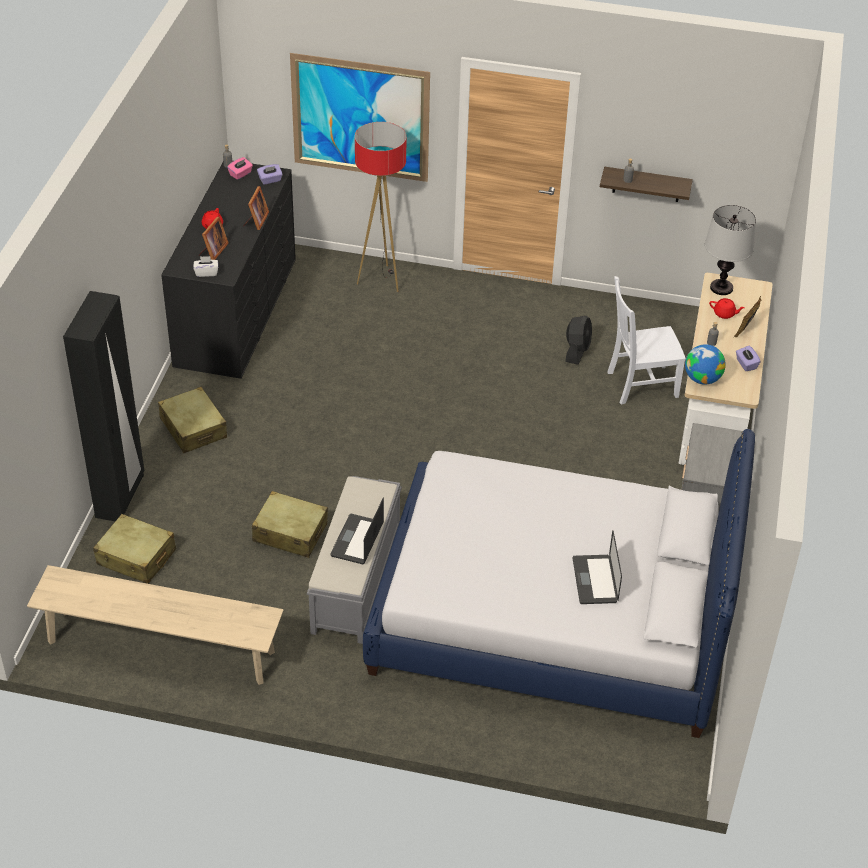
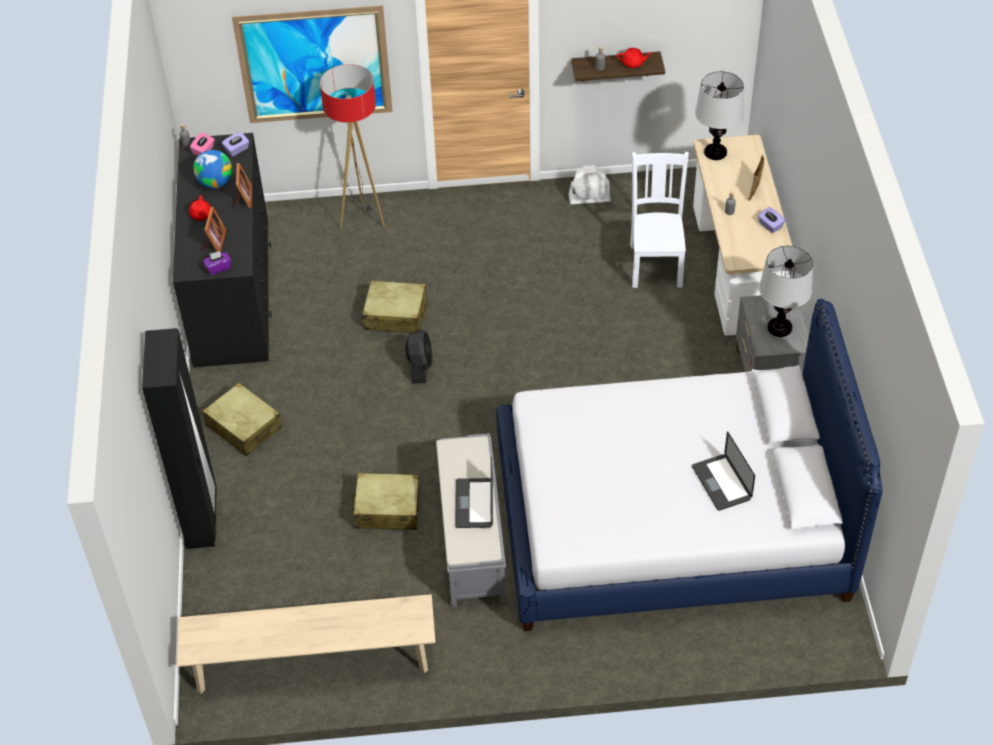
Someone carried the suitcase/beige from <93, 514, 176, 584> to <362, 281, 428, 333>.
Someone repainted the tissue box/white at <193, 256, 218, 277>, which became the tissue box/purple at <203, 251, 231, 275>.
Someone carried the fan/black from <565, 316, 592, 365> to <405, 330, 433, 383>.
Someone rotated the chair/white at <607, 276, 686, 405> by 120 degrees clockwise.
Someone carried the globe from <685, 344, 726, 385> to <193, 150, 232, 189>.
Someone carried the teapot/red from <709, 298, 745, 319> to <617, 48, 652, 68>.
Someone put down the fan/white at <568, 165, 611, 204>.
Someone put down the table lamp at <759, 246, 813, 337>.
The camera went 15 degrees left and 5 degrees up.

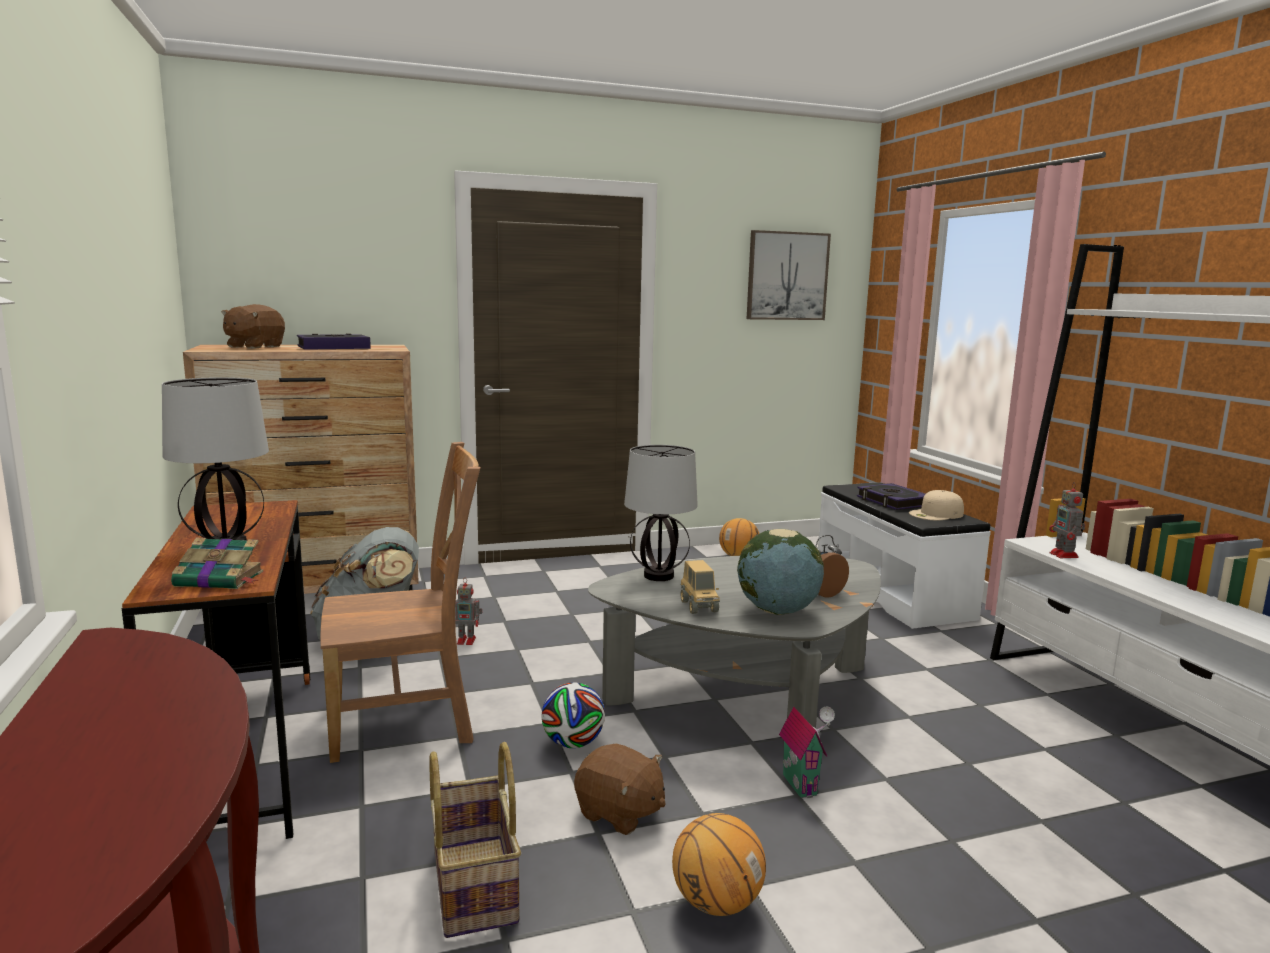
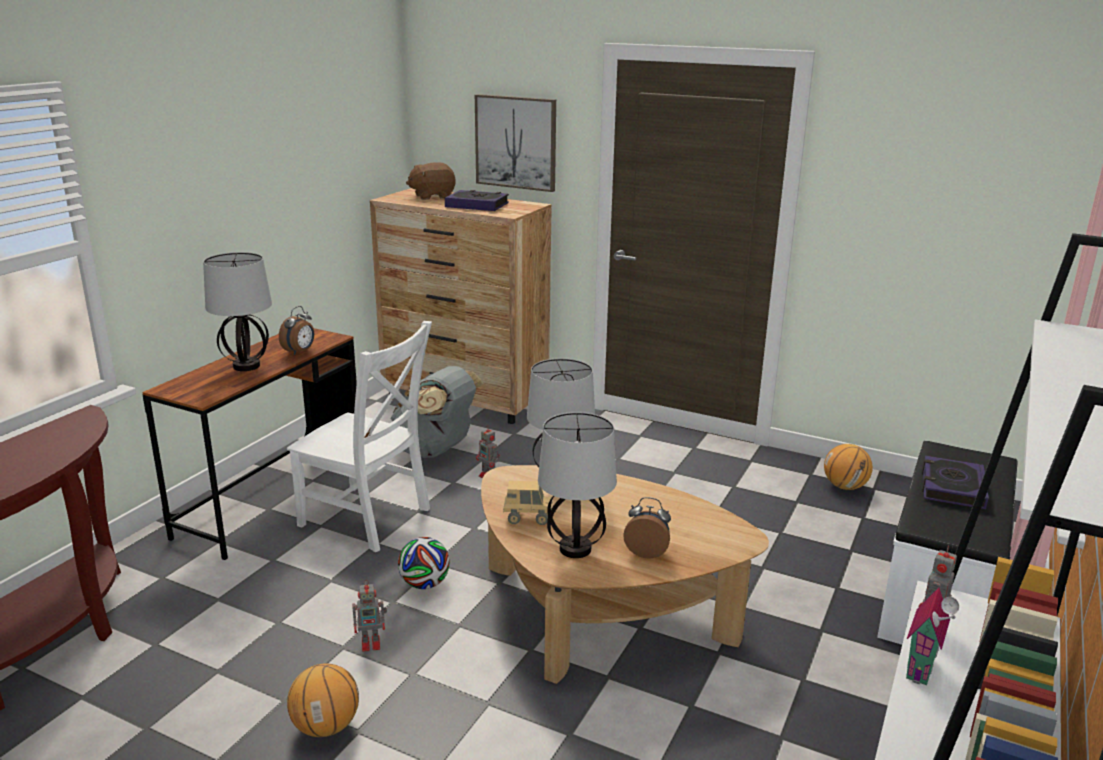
Someone took away the book at <171, 538, 263, 589>.
Someone repainted the chair/brown at <321, 442, 481, 763>, which became the chair/white at <287, 321, 432, 552>.
Someone took away the basket at <429, 742, 521, 938>.
Someone swapped the plush toy/brown at <574, 744, 666, 835> for the toy robot at <352, 580, 387, 652>.
Someone repainted the coffee table/grey at <588, 556, 881, 728>, which became the coffee table/brown at <481, 465, 769, 684>.
Someone rotated the toy truck at <680, 560, 720, 614> by 120 degrees counterclockwise.
Someone swapped the globe at <737, 528, 824, 615> for the table lamp at <538, 412, 617, 558>.
Someone carried the picture from <747, 230, 831, 320> to <475, 94, 556, 192>.
Someone carried the toy house from <779, 707, 835, 798> to <906, 588, 959, 685>.
Someone took away the cap/beige at <909, 490, 964, 520>.
Someone put down the alarm clock at <279, 306, 314, 355>.
The camera went 45 degrees right and 10 degrees up.

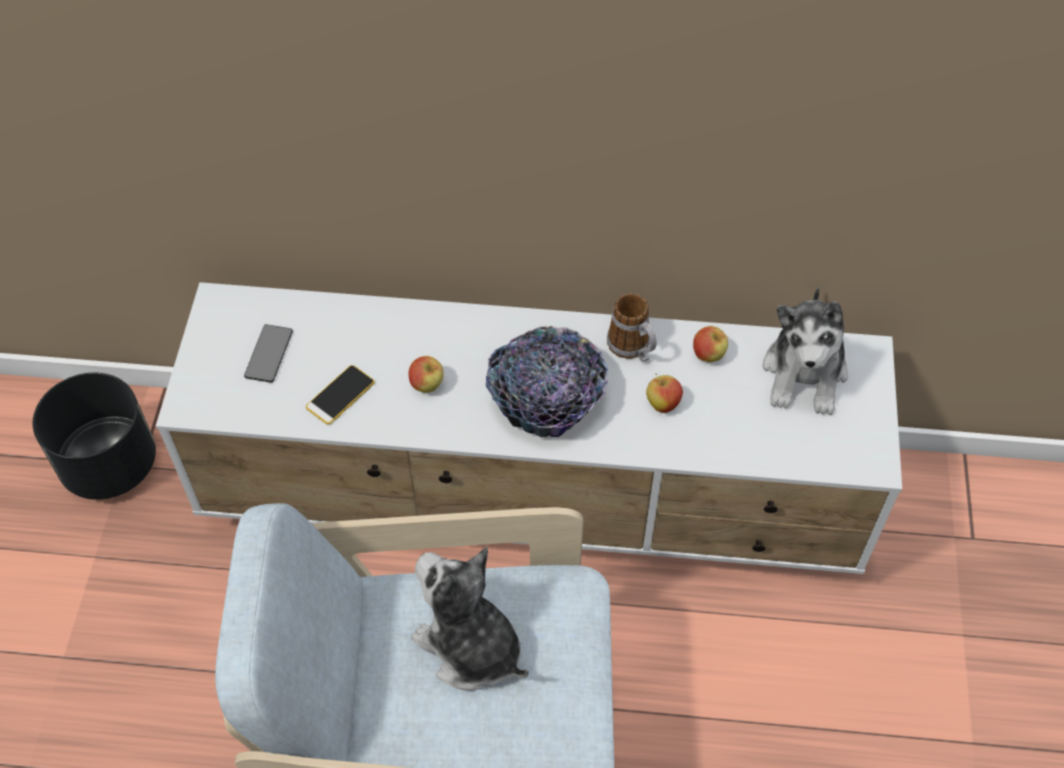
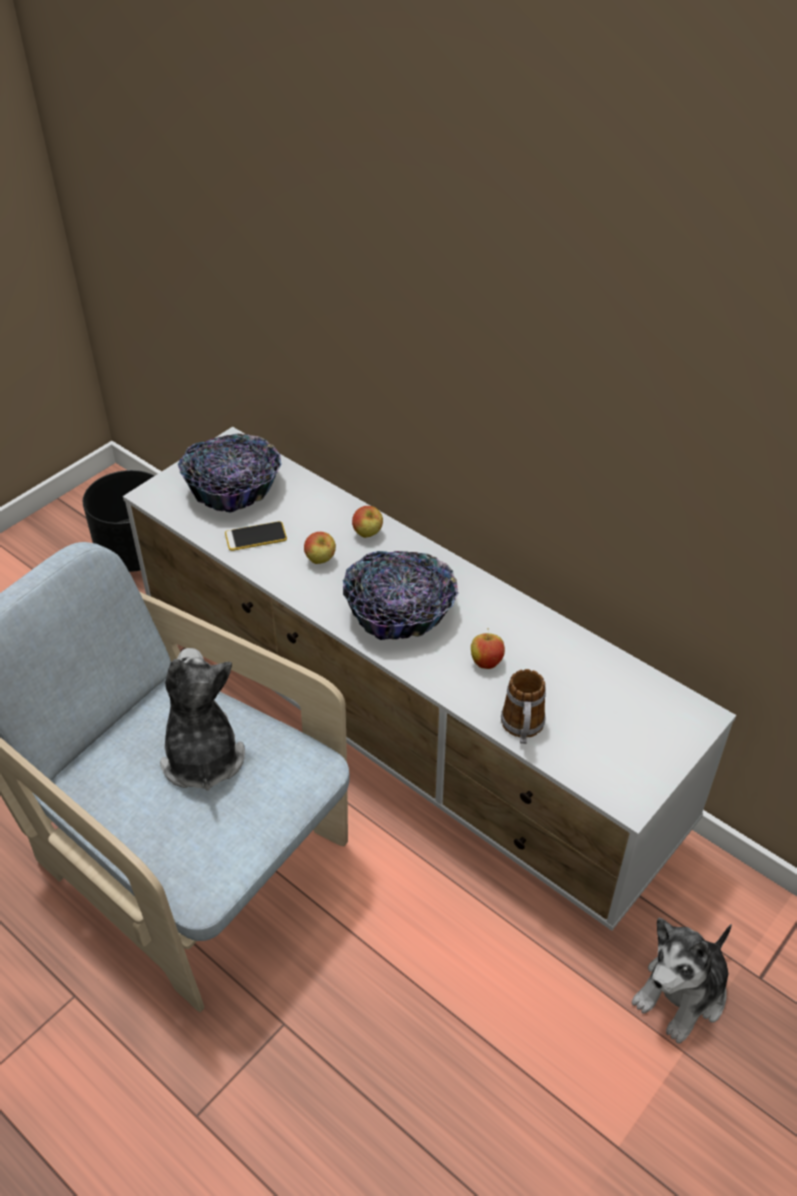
Someone swapped the phone at <244, 324, 293, 383> for the bowl at <178, 434, 282, 513>.
Someone carried the mug from <607, 293, 657, 362> to <501, 669, 546, 744>.
Someone carried the apple from <693, 326, 729, 362> to <352, 506, 383, 538>.
Someone carried the plush toy from <763, 286, 848, 416> to <632, 918, 732, 1044>.
The camera went 35 degrees right and 10 degrees down.

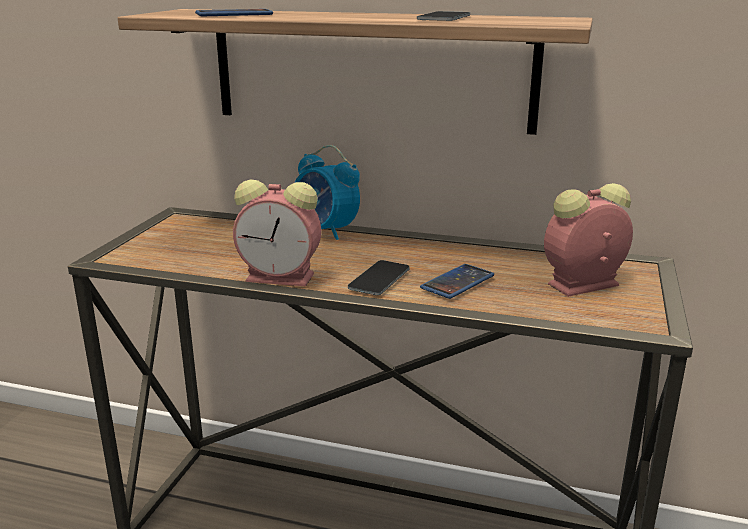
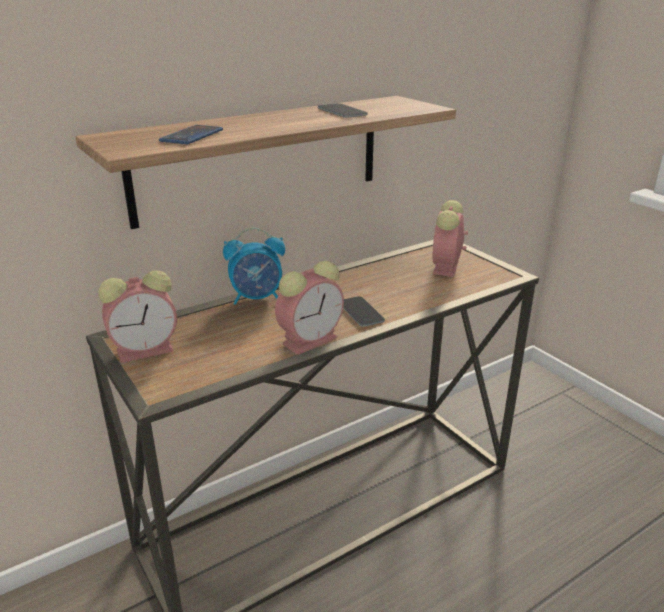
Someone took away the phone at <420, 264, 494, 299>.
Someone put down the alarm clock at <98, 270, 177, 363>.
The camera went 50 degrees left and 5 degrees up.

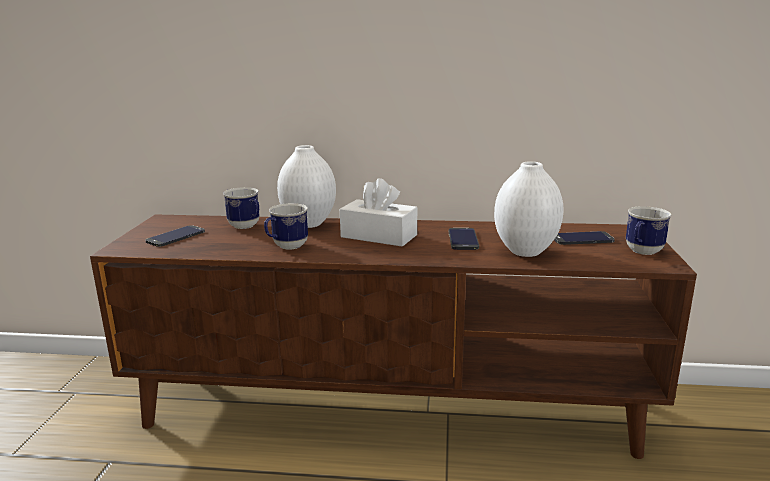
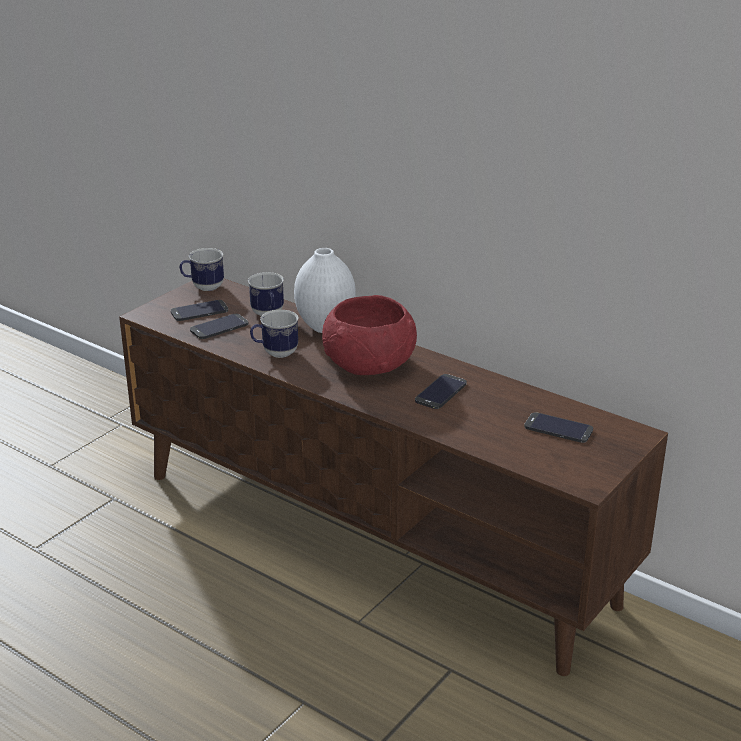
Someone swapped the tissue box/white at <340, 178, 417, 247> for the bowl/red at <322, 295, 417, 375>.
Someone took away the vase/white at <494, 161, 564, 257>.
Someone carried the mug from <626, 206, 672, 255> to <180, 248, 224, 291>.
Someone put down the phone at <190, 314, 248, 339>.
The camera went 30 degrees right and 10 degrees up.

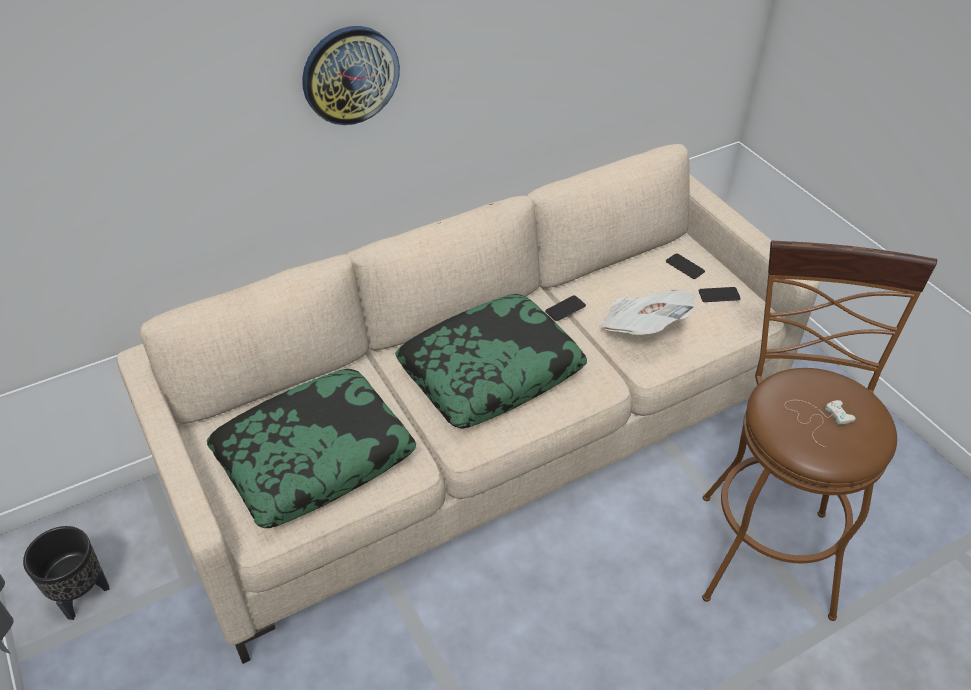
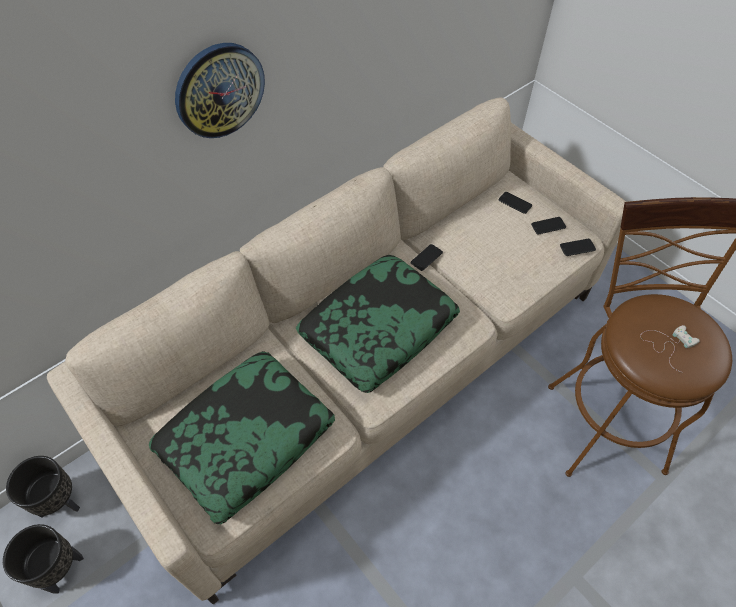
Someone took away the newspaper at <599, 290, 697, 335>.
Someone put down the planter/black at <6, 456, 80, 518>.
Someone put down the phone at <560, 239, 596, 256>.
The camera went 10 degrees left and 10 degrees up.

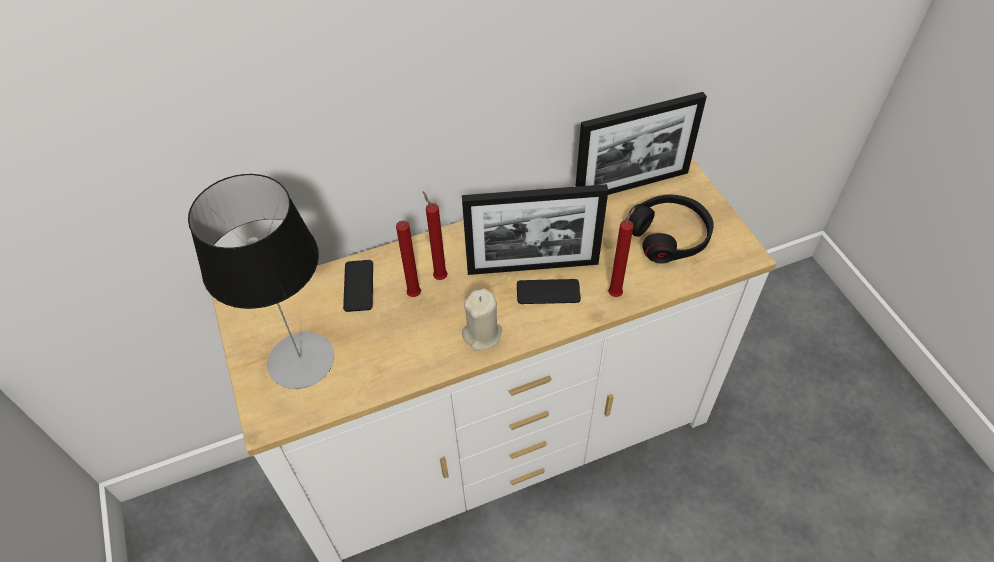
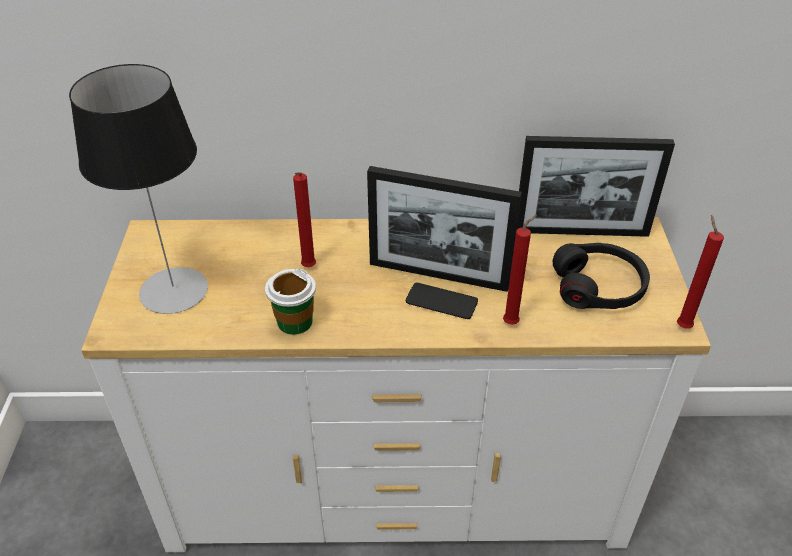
Someone took away the phone at <343, 260, 373, 312>.
Someone carried the candle/red from <423, 191, 448, 280> to <677, 215, 724, 329>.
Someone took away the candle/beige at <462, 289, 502, 351>.
Someone put down the cup at <265, 268, 316, 335>.
The camera went 20 degrees right and 10 degrees down.

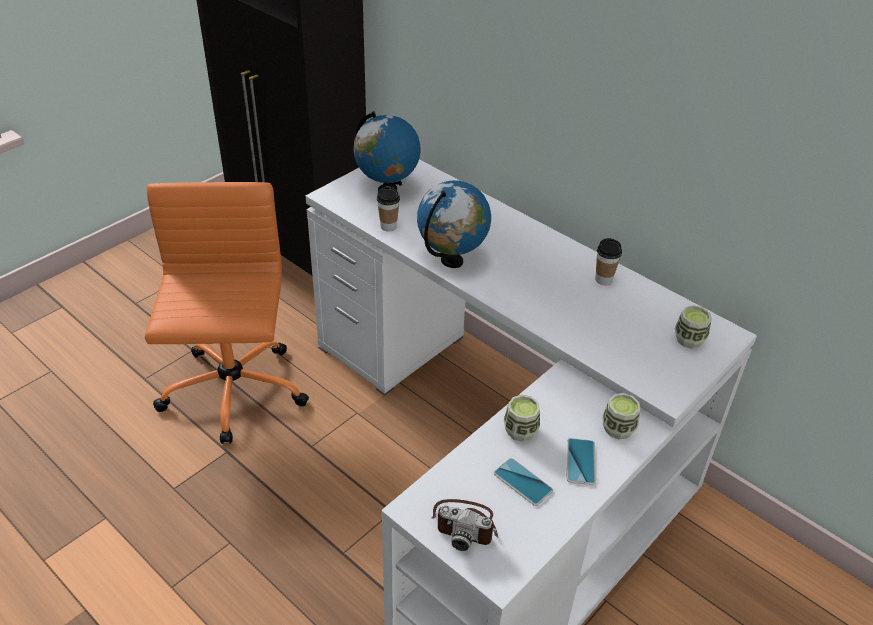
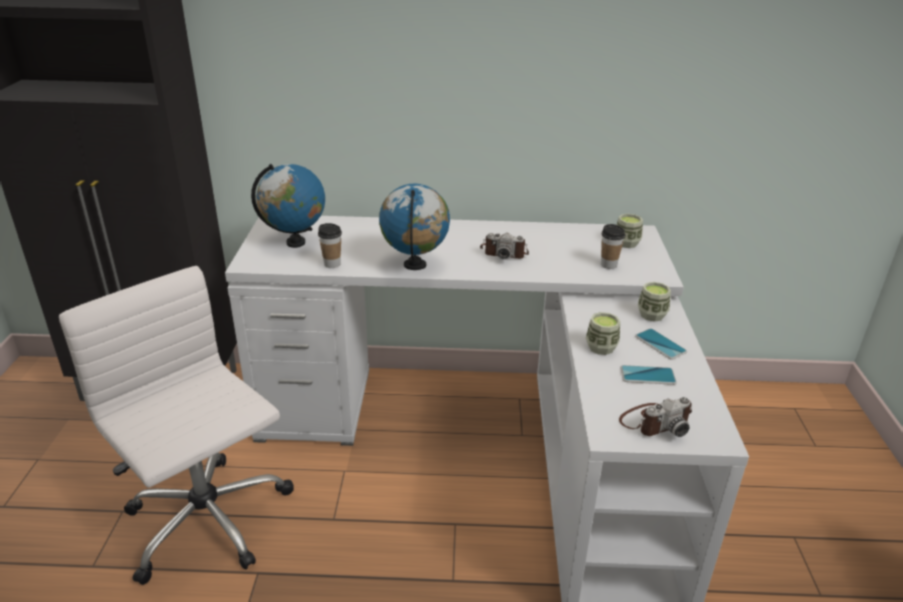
Someone repainted the office chair/orange at <145, 182, 309, 444>, which became the office chair/white at <59, 266, 294, 585>.
Someone carried the cup from <595, 238, 622, 285> to <601, 224, 625, 269>.
Someone put down the photo camera at <480, 233, 529, 259>.
The camera went 40 degrees left and 10 degrees down.

